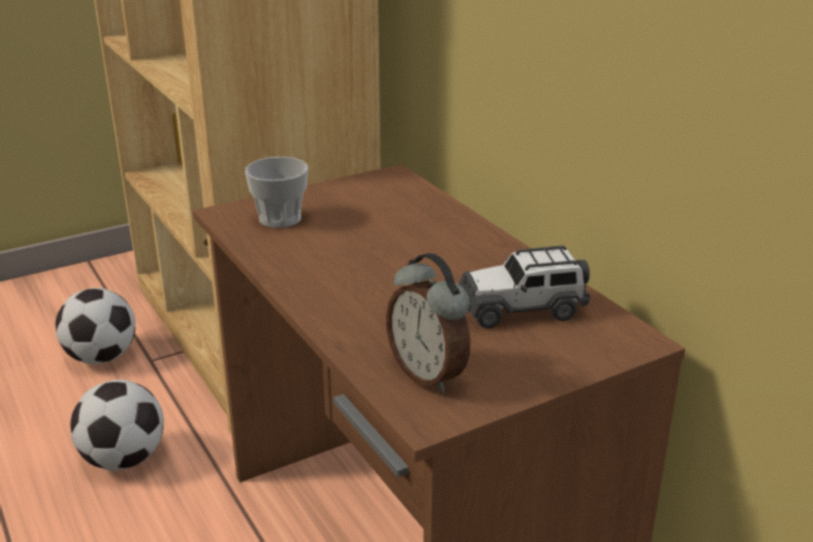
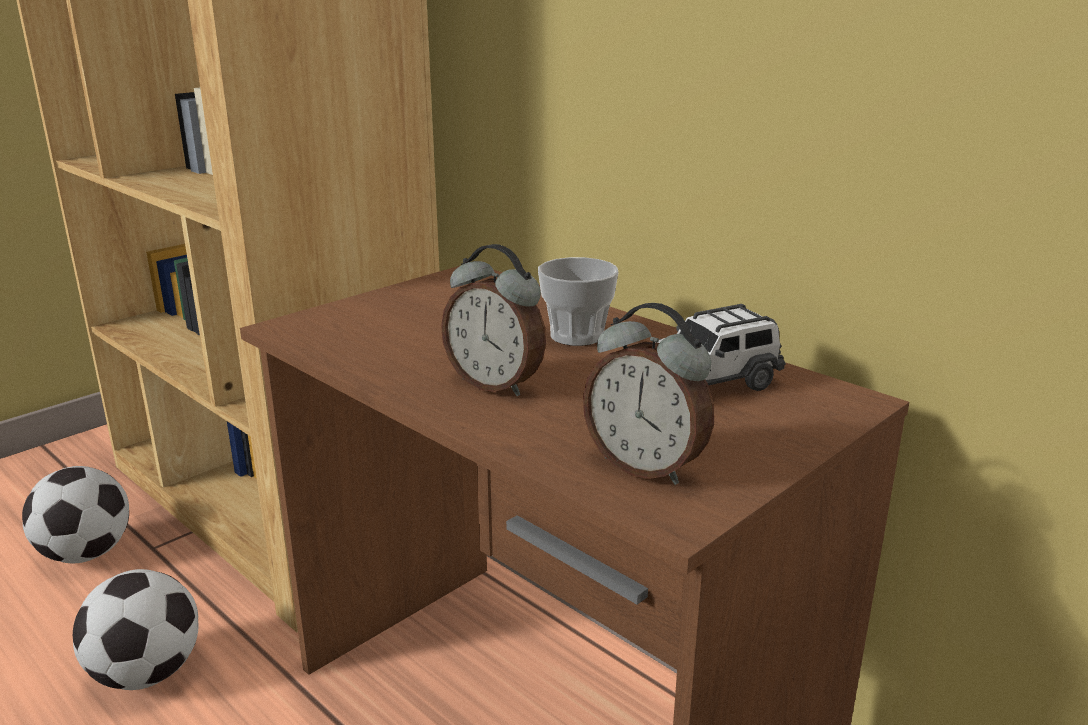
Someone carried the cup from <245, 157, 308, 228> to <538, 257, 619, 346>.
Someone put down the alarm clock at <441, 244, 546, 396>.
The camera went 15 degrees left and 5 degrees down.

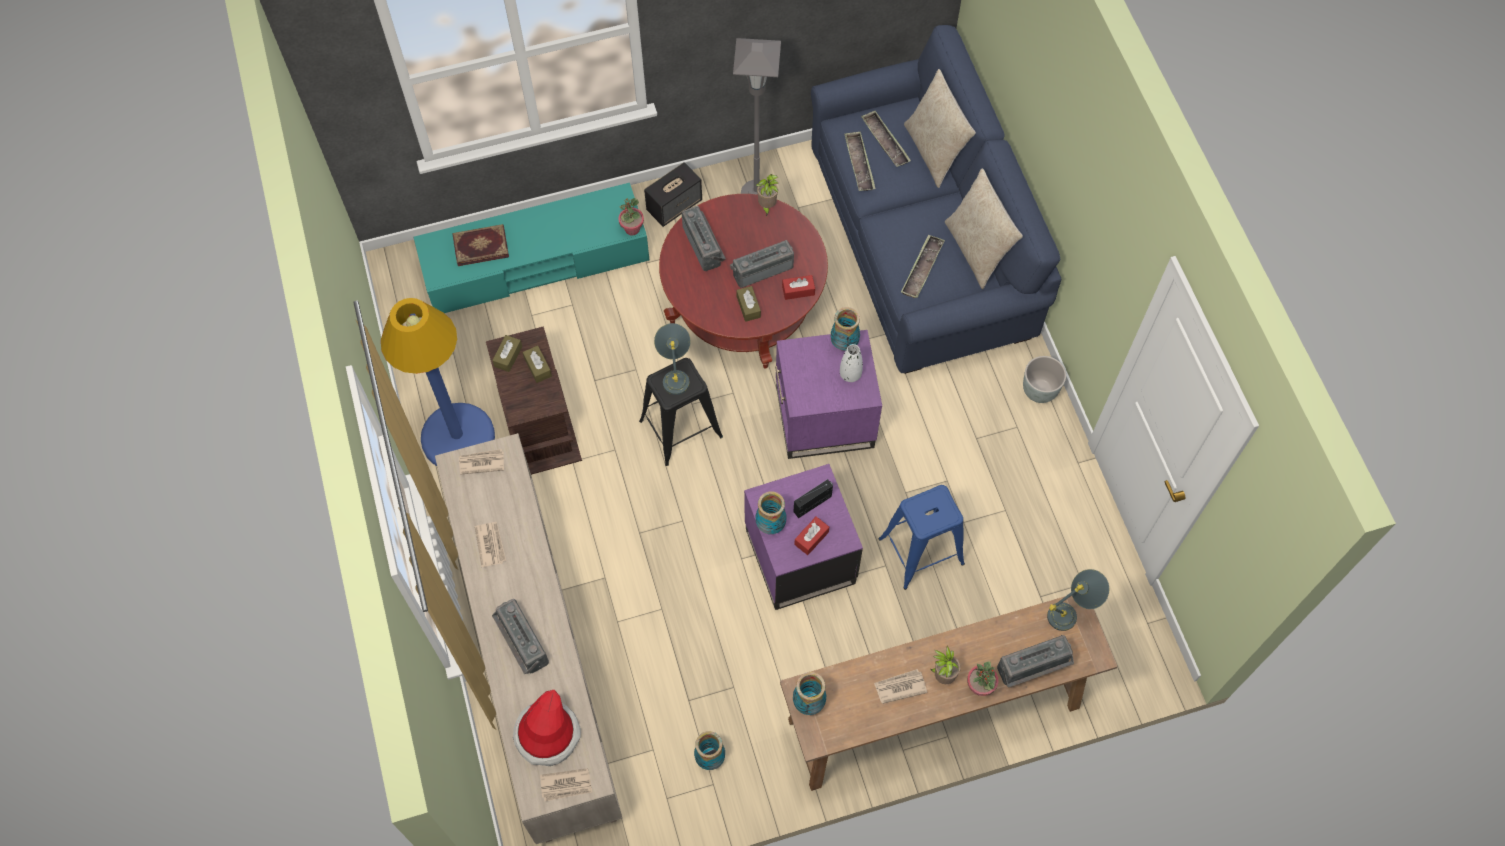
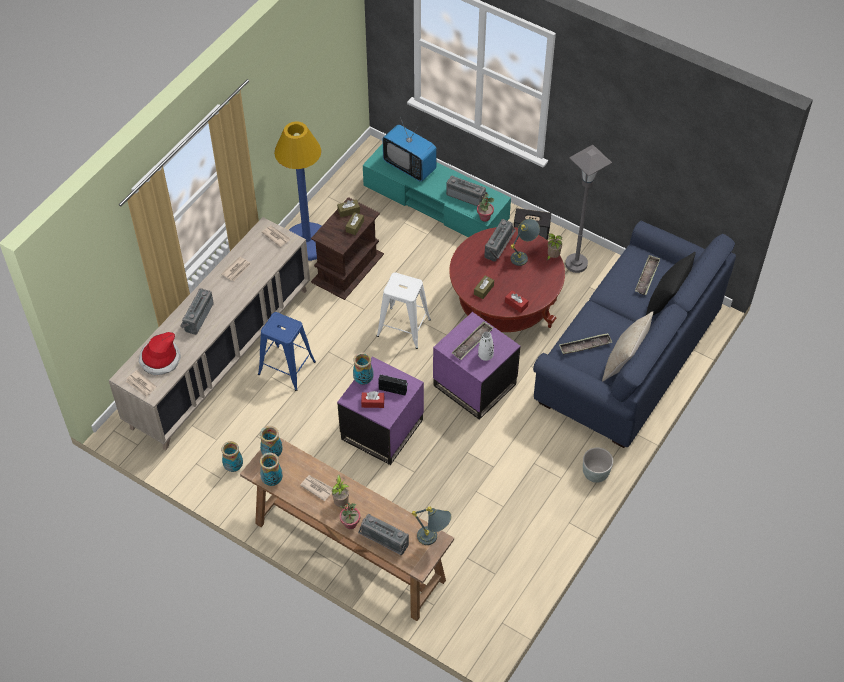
Someone swapped the book at <452, 224, 509, 266> for the television at <382, 117, 437, 182>.
Someone repainted the stool/black at <639, 358, 723, 466>, which became the stool/white at <377, 272, 431, 349>.
Someone carried the table lamp/grey from <654, 323, 691, 395> to <511, 219, 540, 266>.
Someone carried the radio from <730, 240, 794, 288> to <446, 175, 488, 206>.
Someone carried the vase from <831, 307, 860, 351> to <260, 453, 283, 486>.
Someone carried the tray from <844, 131, 876, 191> to <452, 321, 493, 360>.
Someone carried the stool/blue from <879, 485, 965, 590> to <258, 312, 316, 391>.
Someone repainted the pillow/beige at <904, 69, 976, 188>, which became the pillow/black at <645, 252, 696, 316>.
The camera went 50 degrees right and 10 degrees down.

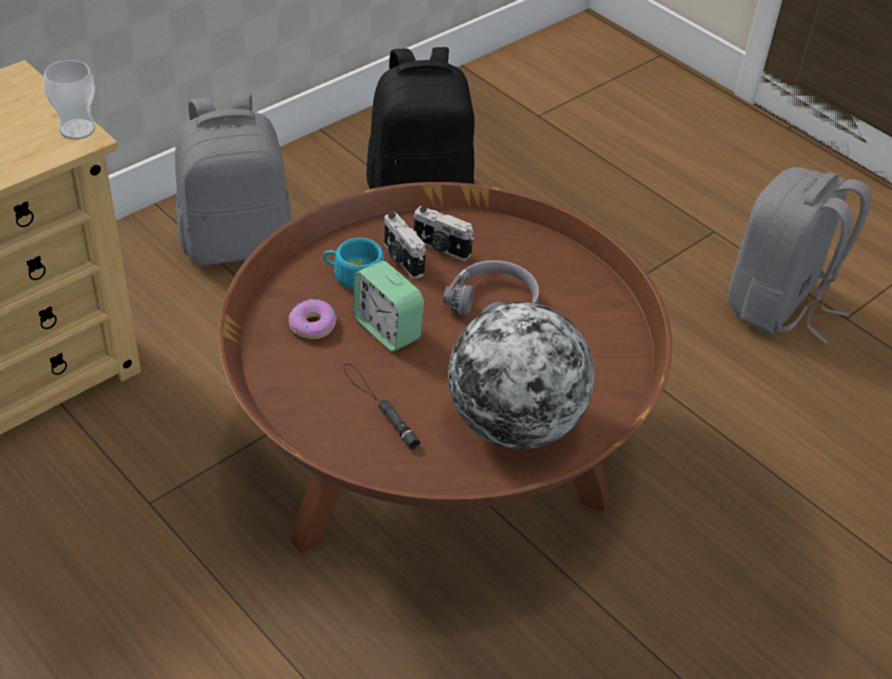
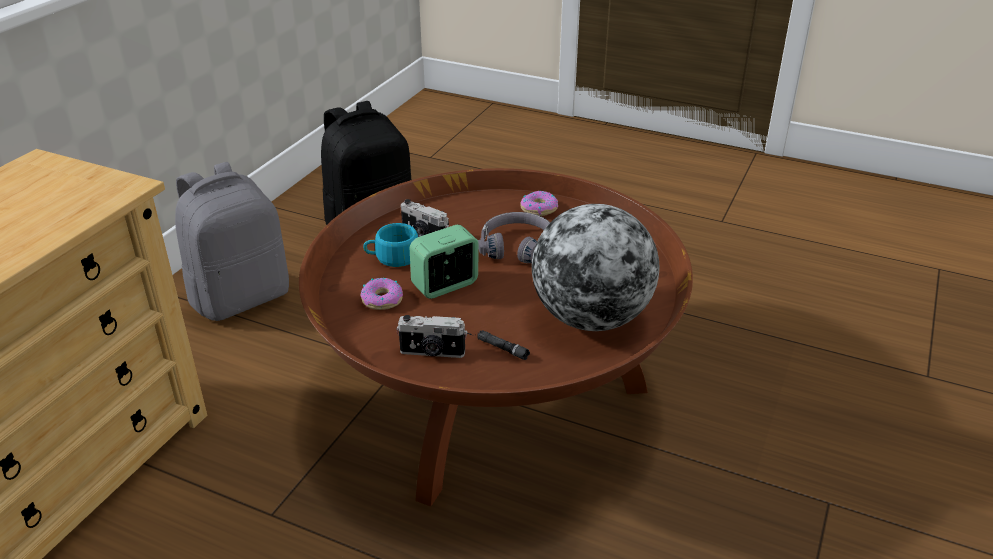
Someone took away the cup at <43, 60, 95, 140>.
Someone rotated the alarm clock at <353, 261, 424, 351> by 120 degrees clockwise.
Someone carried the photo camera from <413, 206, 474, 261> to <396, 315, 467, 358>.
Someone took away the backpack/grey at <728, 167, 872, 345>.
Someone put down the donut at <520, 191, 558, 216>.
The camera went 20 degrees left and 10 degrees down.

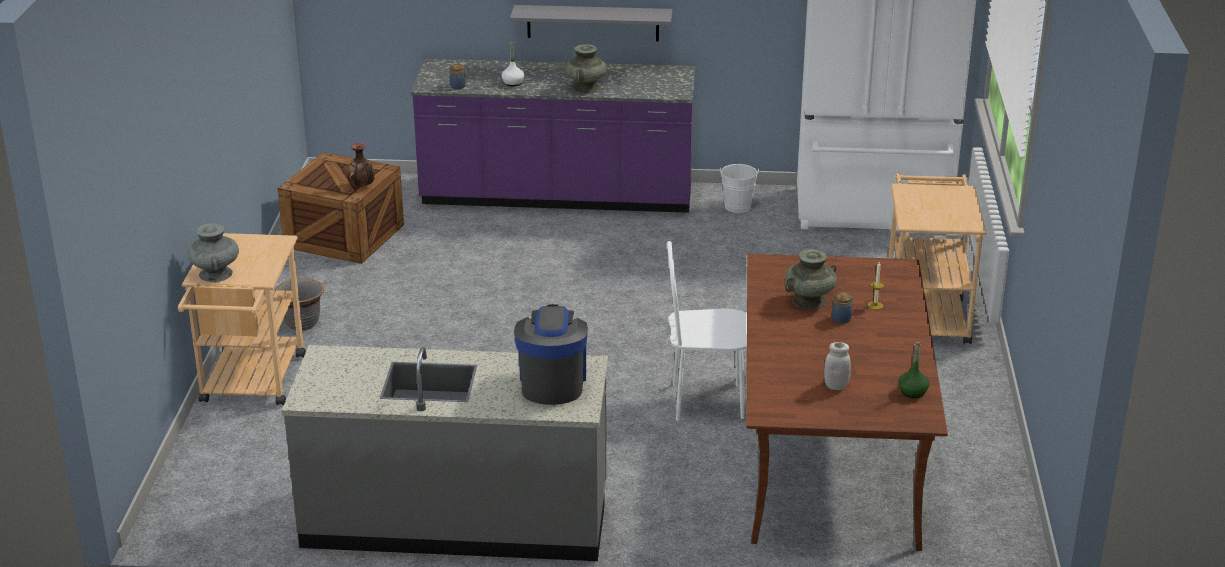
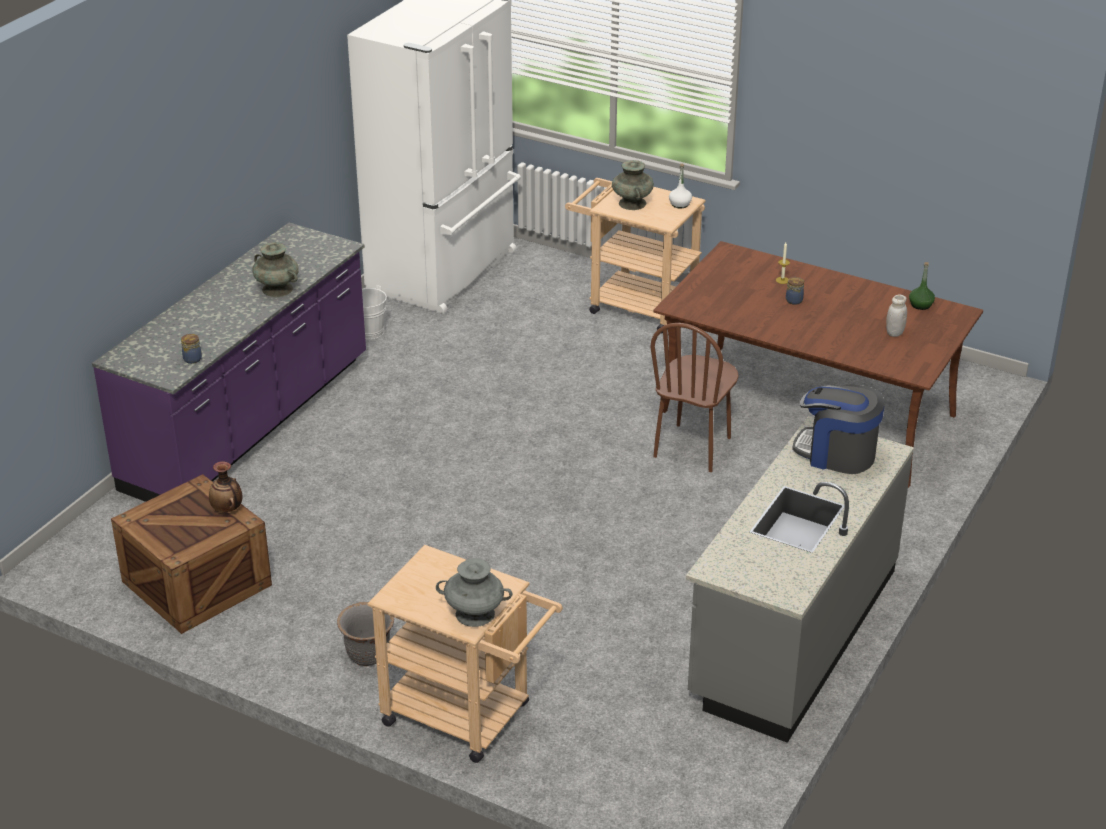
Someone carried the bottle/white from <501, 42, 524, 86> to <669, 164, 692, 208>.
Someone took away the shelf/grey at <510, 5, 672, 41>.
Someone repainted the chair/white at <667, 241, 747, 421>, which became the chair/brown at <650, 323, 739, 472>.
Someone carried the vase/turquoise from <785, 249, 837, 309> to <612, 160, 654, 210>.
The camera went 65 degrees left and 5 degrees up.

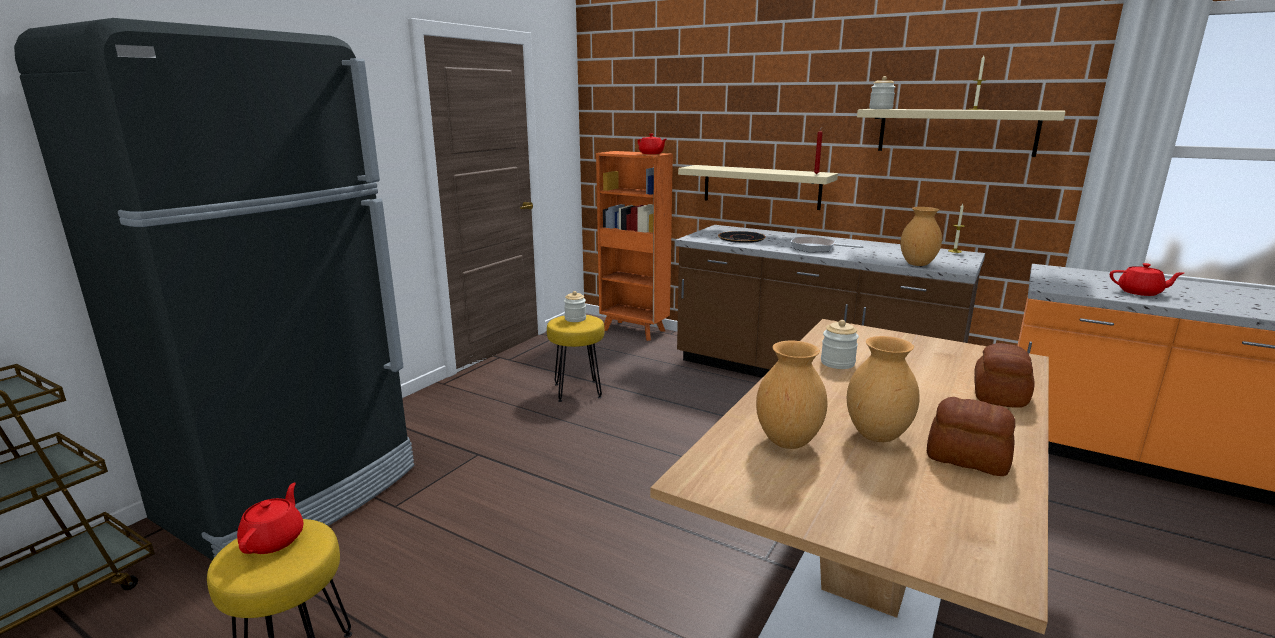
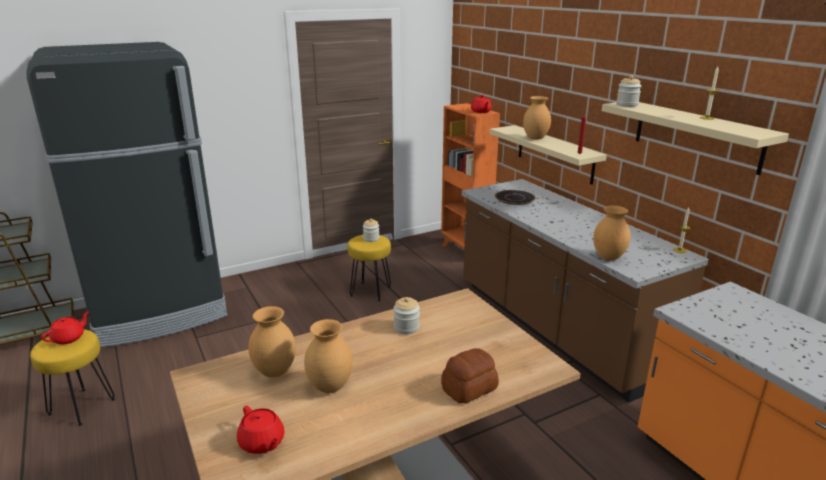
Someone took away the frying pan at <790, 237, 864, 252>.
Someone took away the bread at <927, 397, 1015, 476>.
Someone carried the teapot/red from <1110, 263, 1184, 296> to <237, 406, 284, 454>.
Someone put down the vase/brown at <523, 96, 551, 140>.
The camera went 30 degrees right and 5 degrees up.

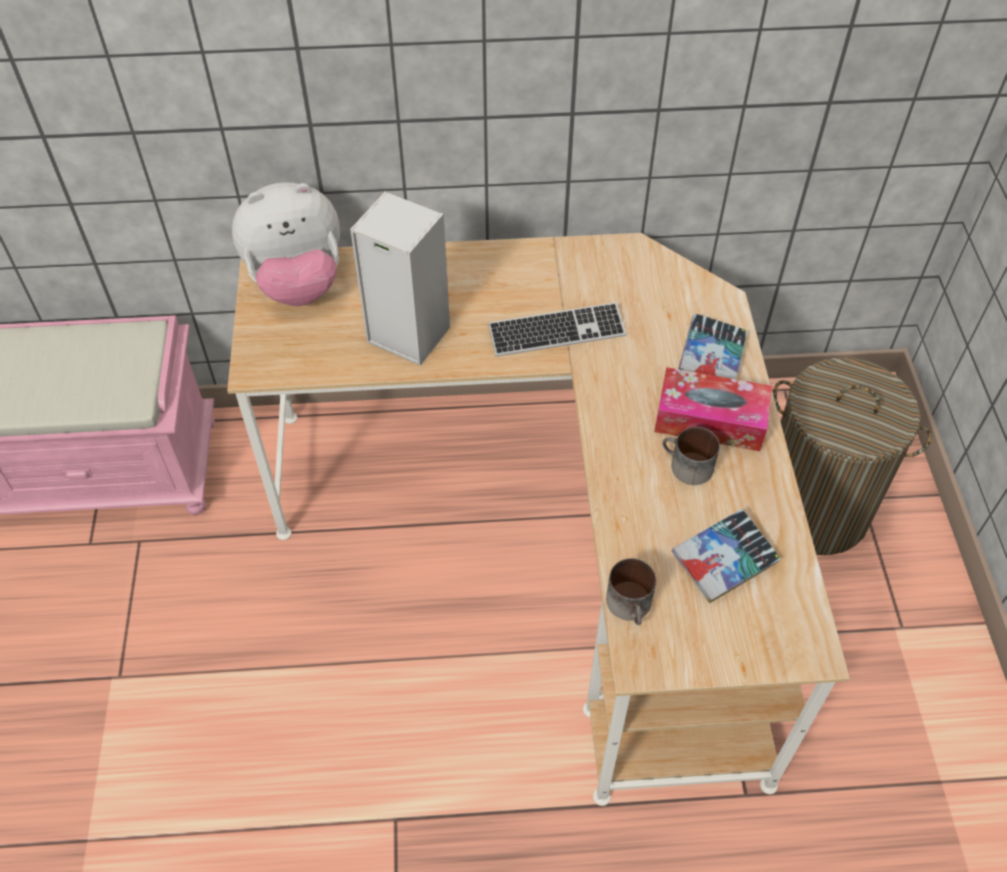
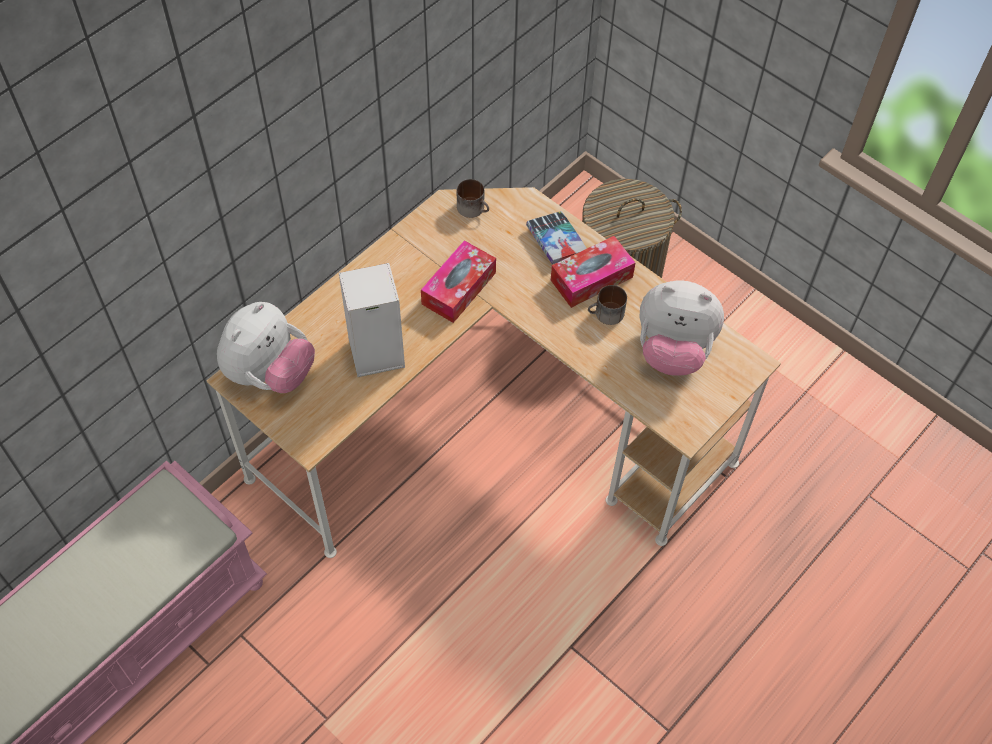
Someone swapped the keyboard at <488, 302, 626, 357> for the tissue box at <421, 240, 496, 323>.
Someone carried the mug from <606, 558, 656, 625> to <457, 179, 489, 218>.
Someone swapped the book at <672, 509, 781, 603> for the plush toy at <639, 281, 724, 376>.
The camera went 45 degrees left and 5 degrees up.

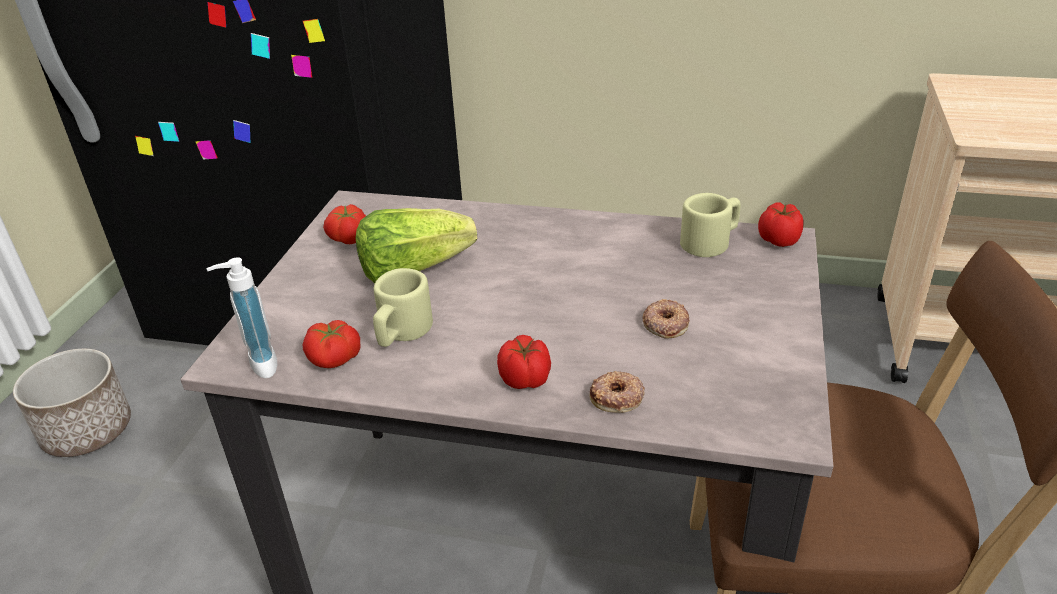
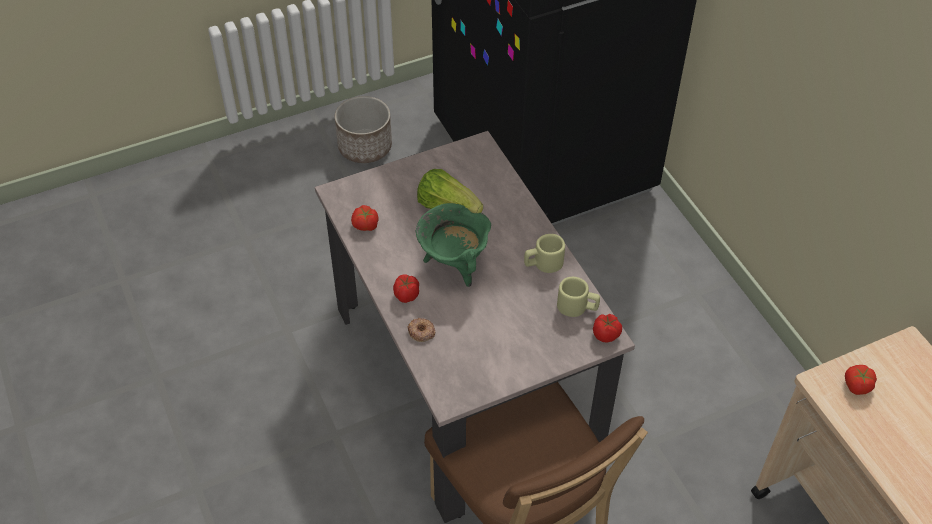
Someone took away the soap dispenser at <206, 257, 277, 378>.
Someone carried the tomato from <323, 204, 366, 244> to <845, 365, 877, 395>.
Someone carried the mug/beige from <373, 268, 433, 347> to <524, 234, 565, 273>.
Someone took away the donut at <642, 299, 690, 339>.
Someone put down the cooking pot/green at <416, 203, 491, 287>.
The camera went 50 degrees right and 15 degrees up.

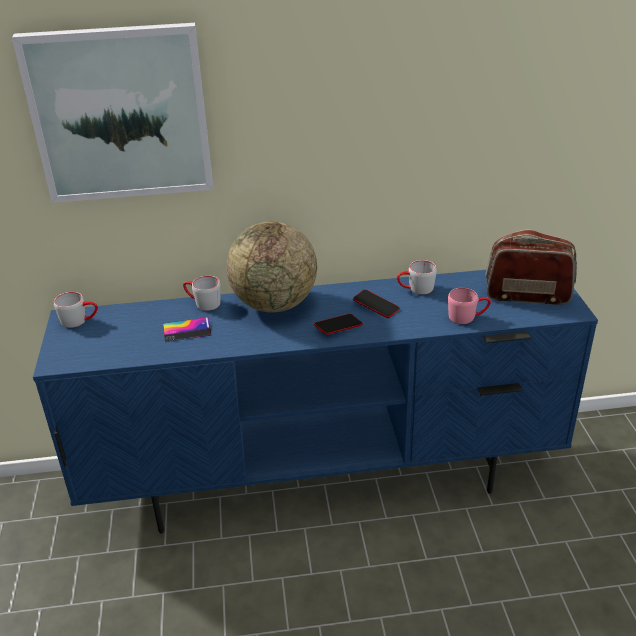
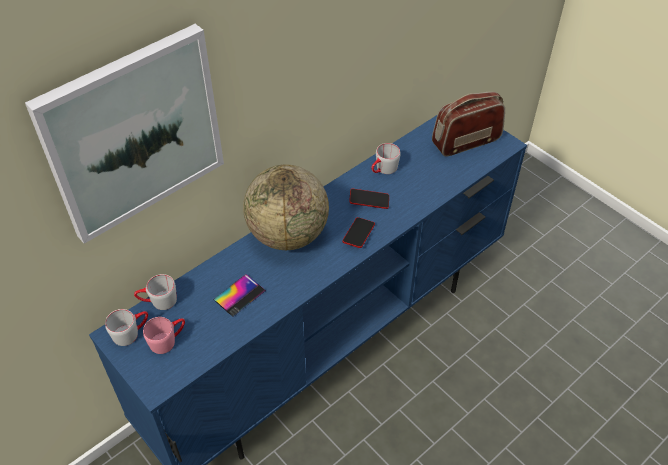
Someone carried the mug/grey from <183, 276, 221, 311> to <134, 274, 177, 310>.
Someone carried the mug/pink from <448, 288, 491, 324> to <143, 317, 185, 354>.
The camera went 35 degrees left and 15 degrees up.

